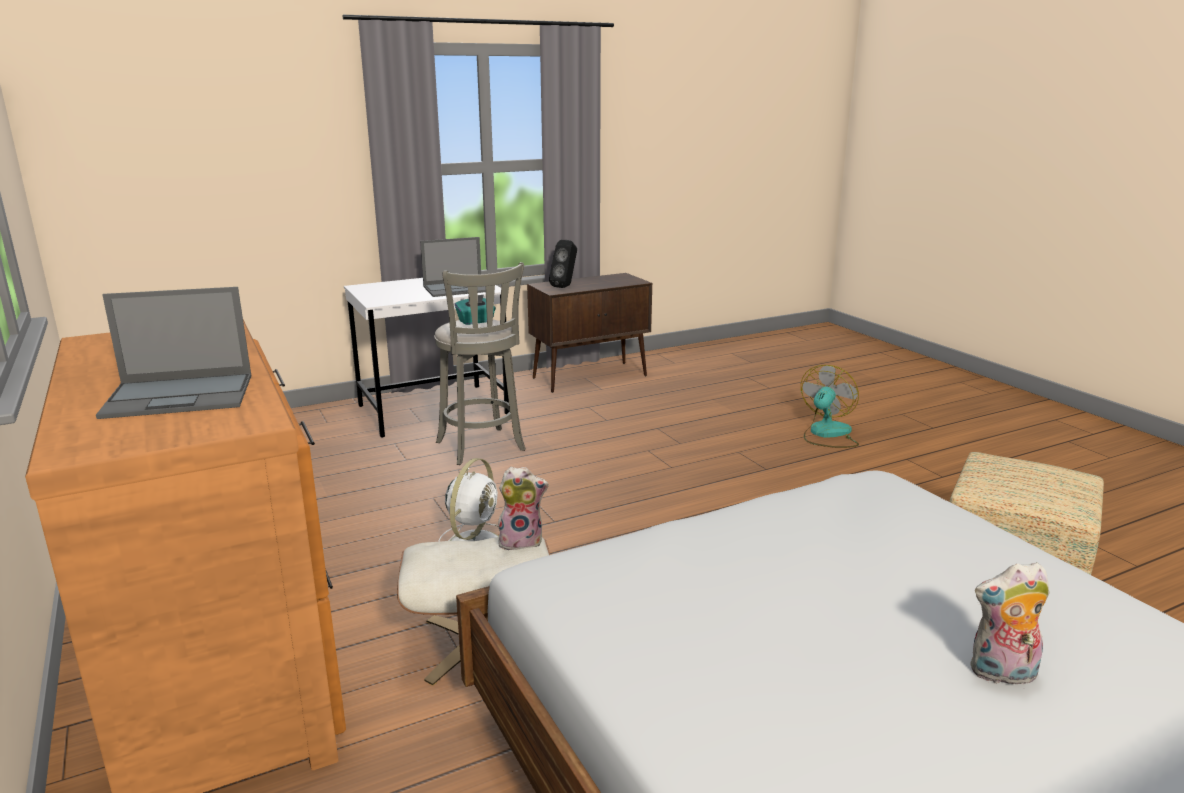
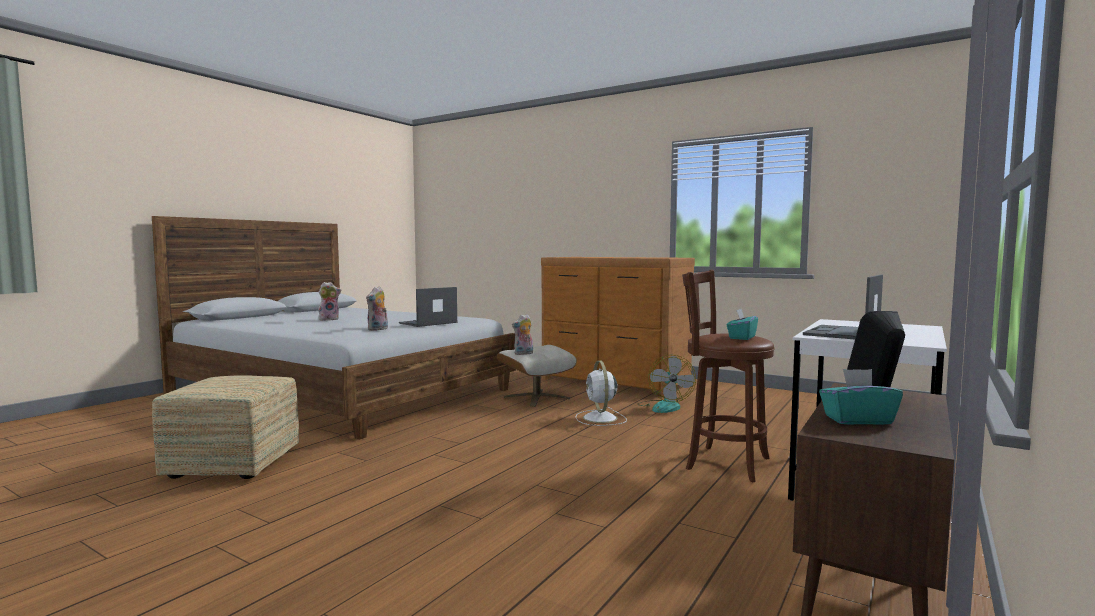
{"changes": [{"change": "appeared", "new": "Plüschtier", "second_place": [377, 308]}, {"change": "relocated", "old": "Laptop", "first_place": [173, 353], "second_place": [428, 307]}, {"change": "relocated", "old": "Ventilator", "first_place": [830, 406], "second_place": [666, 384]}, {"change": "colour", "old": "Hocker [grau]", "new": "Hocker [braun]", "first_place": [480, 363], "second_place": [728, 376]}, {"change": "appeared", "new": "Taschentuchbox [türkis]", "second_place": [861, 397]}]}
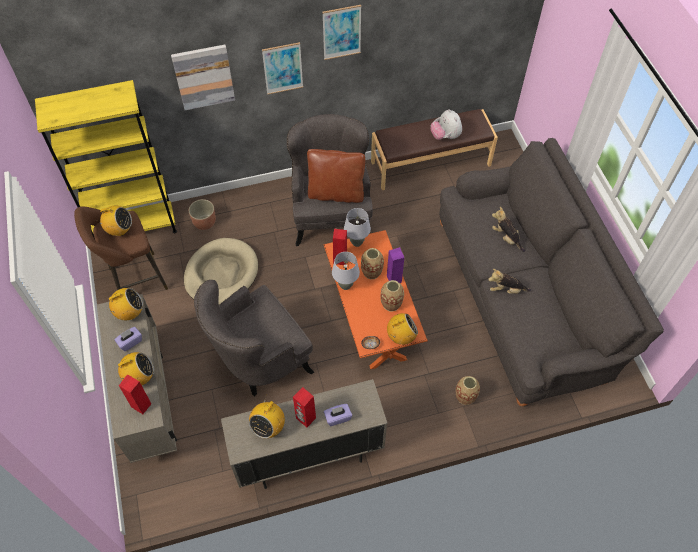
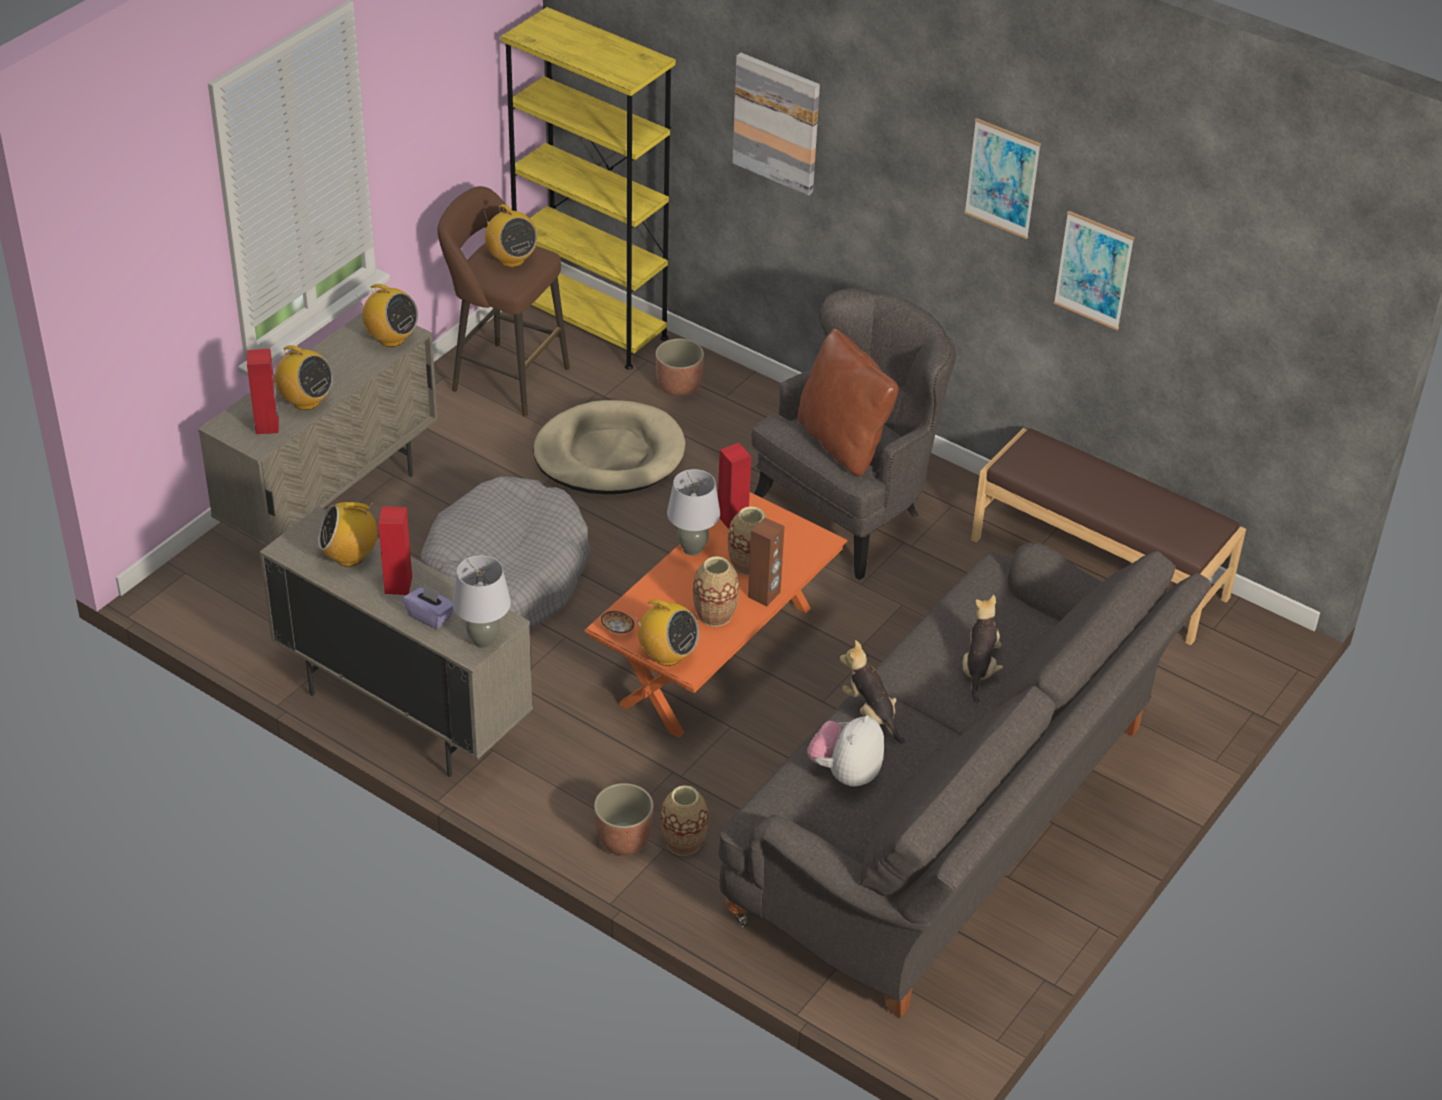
{"changes": [{"change": "exchanged", "old": "Sessel [grau]", "new": "Hundebett [grau]", "first_place": [254, 338], "second_place": [505, 552]}, {"change": "relocated", "old": "Tischlampe [grau]", "first_place": [357, 227], "second_place": [481, 601]}, {"change": "appeared", "new": "Pflanzkübel", "second_place": [623, 819]}, {"change": "colour", "old": "Lautsprecher [lila]", "new": "Lautsprecher [braun]", "first_place": [395, 265], "second_place": [766, 561]}, {"change": "relocated", "old": "Plüschtier", "first_place": [446, 124], "second_place": [845, 751]}, {"change": "relocated", "old": "Bild", "first_place": [282, 68], "second_place": [1094, 270]}, {"change": "missing", "old": "Taschentuchbox [lila]", "first_place": [128, 339]}]}
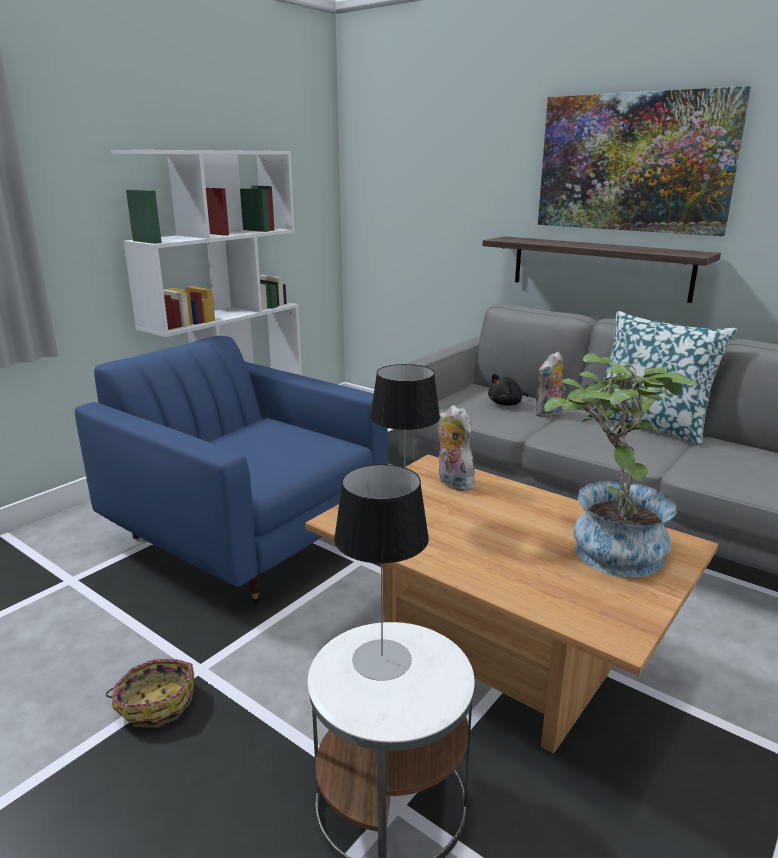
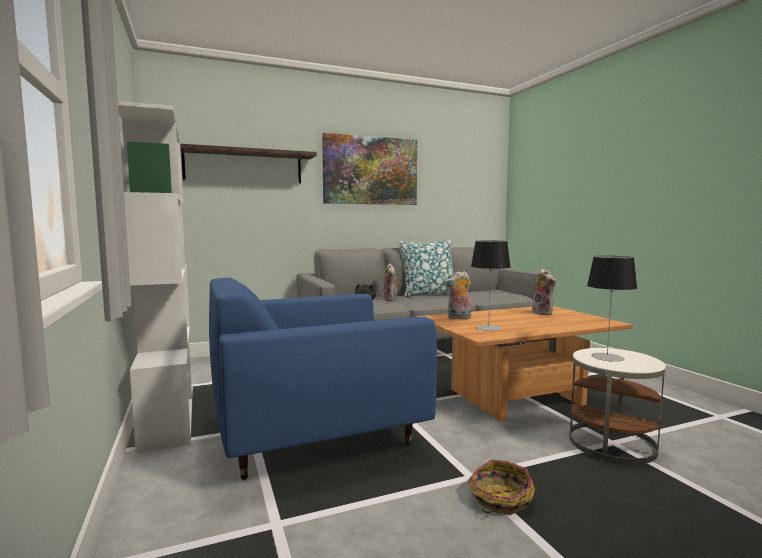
{"changes": [{"change": "relocated", "old": "Wandregal", "first_place": [601, 269], "second_place": [248, 163]}, {"change": "exchanged", "old": "Topfpflanze", "new": "Plüschtier", "first_place": [621, 465], "second_place": [544, 292]}]}
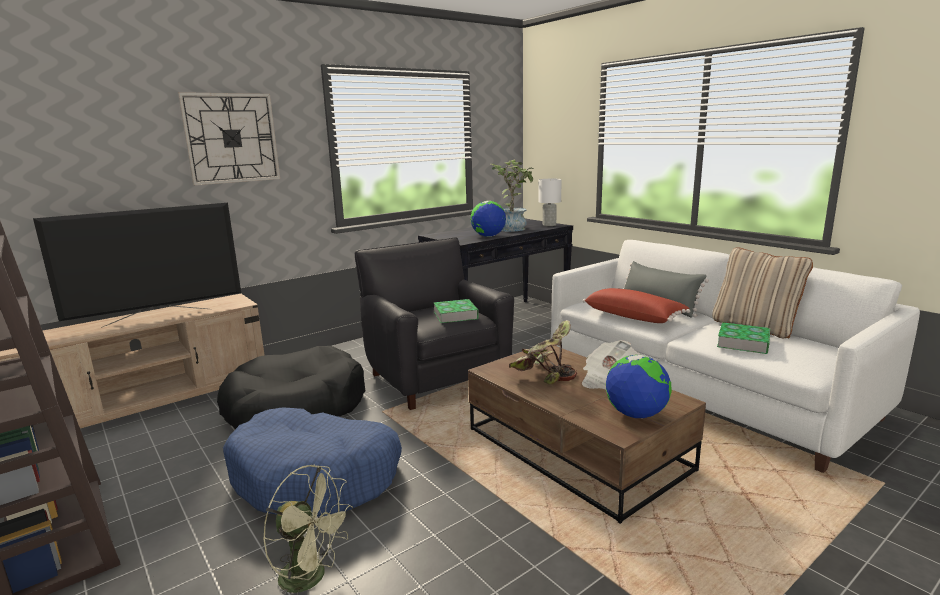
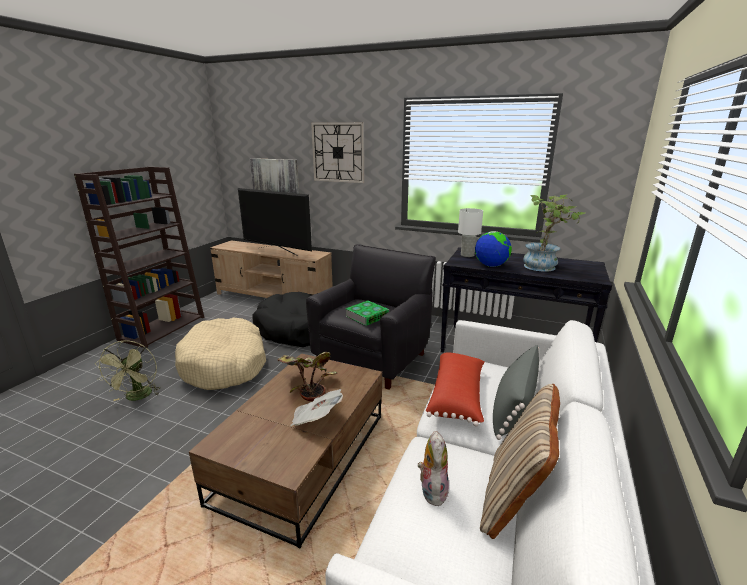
{"changes": [{"change": "colour", "old": "Hundebett [blau]", "new": "Hundebett [beige]", "first_place": [312, 461], "second_place": [220, 353]}, {"change": "appeared", "new": "Bild", "second_place": [274, 176]}, {"change": "exchanged", "old": "Buch", "new": "Plüschtier", "first_place": [743, 338], "second_place": [433, 468]}, {"change": "relocated", "old": "Tischlampe [weiß]", "first_place": [550, 202], "second_place": [470, 232]}, {"change": "missing", "old": "Globus", "first_place": [639, 386]}]}
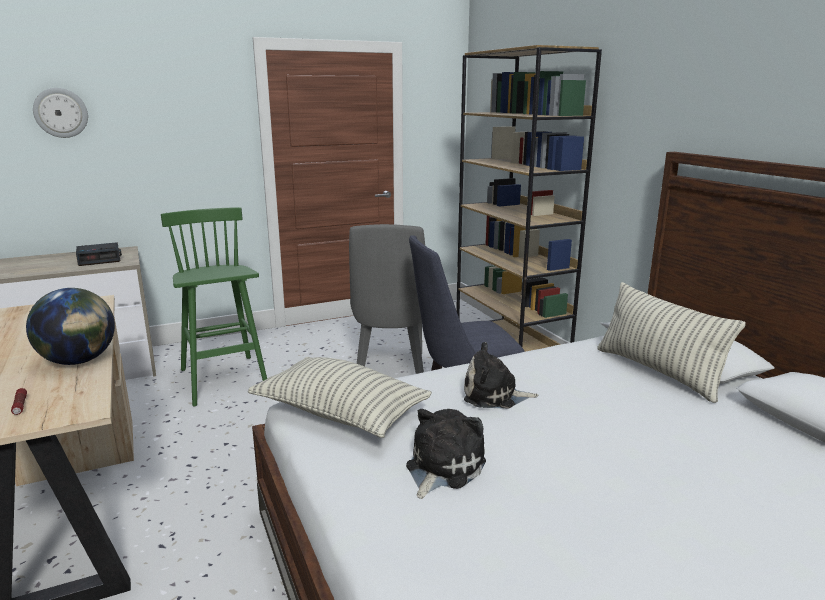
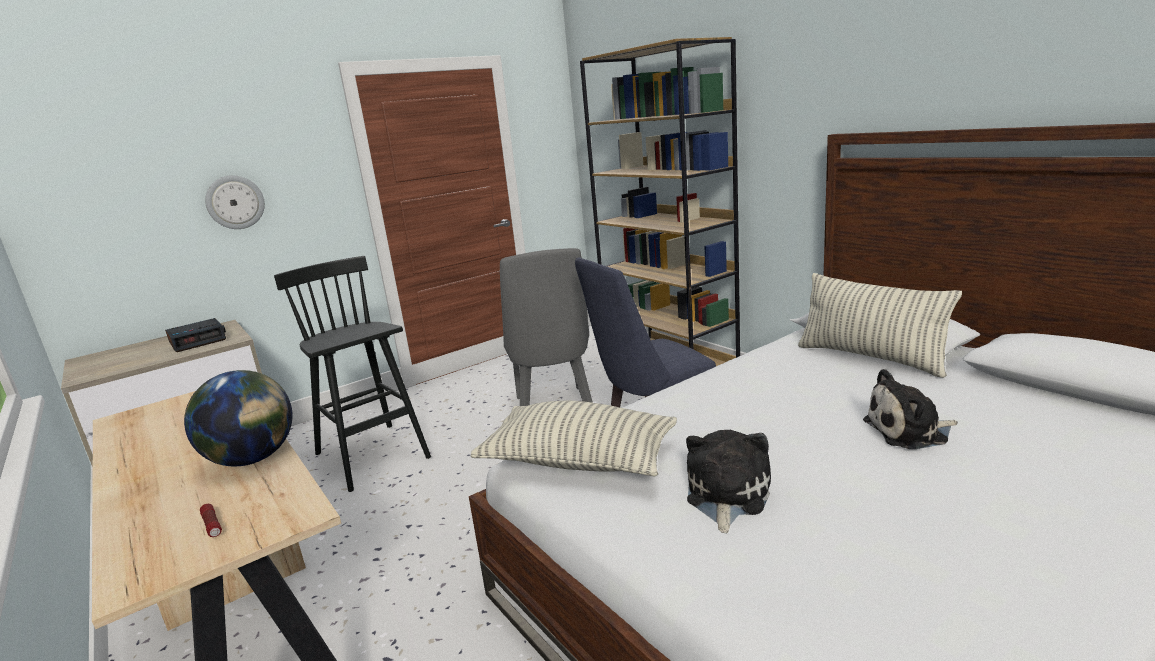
{"changes": [{"change": "relocated", "old": "Wanduhr", "first_place": [60, 113], "second_place": [235, 202]}, {"change": "colour", "old": "Hocker [grün]", "new": "Hocker [schwarz]", "first_place": [214, 306], "second_place": [352, 374]}, {"change": "relocated", "old": "Plüschtier", "first_place": [501, 375], "second_place": [910, 409]}]}
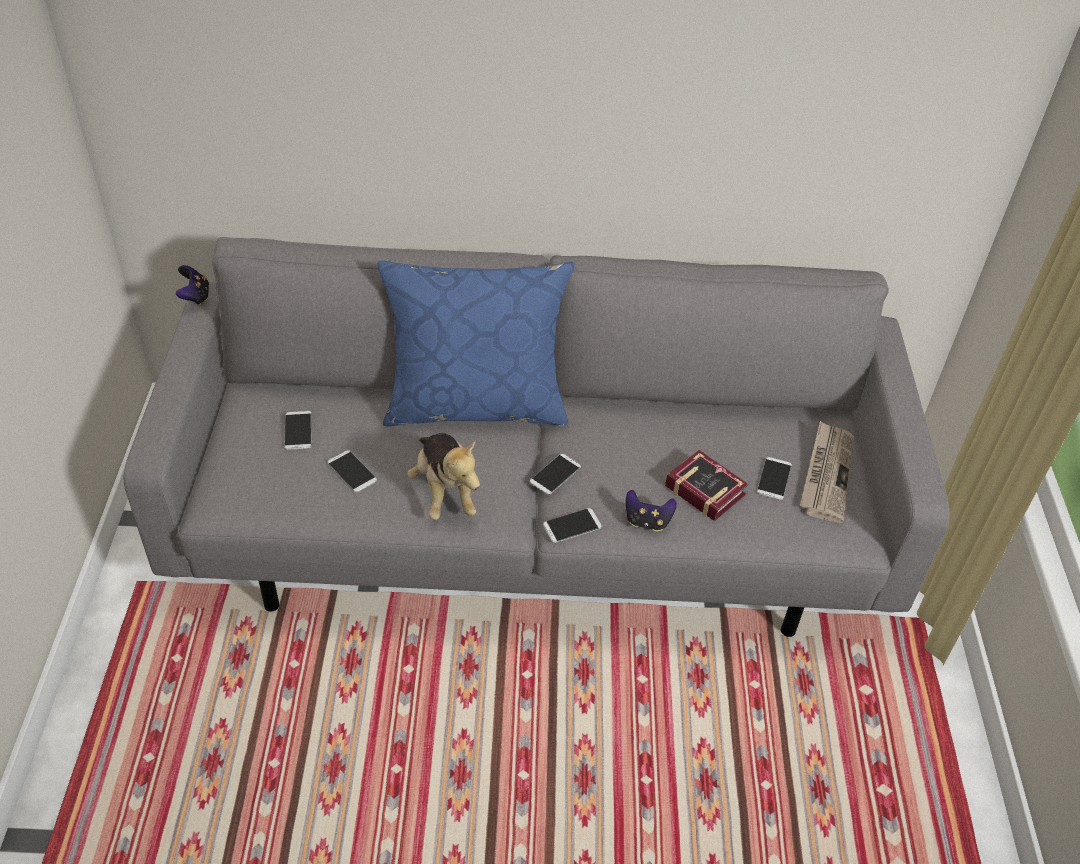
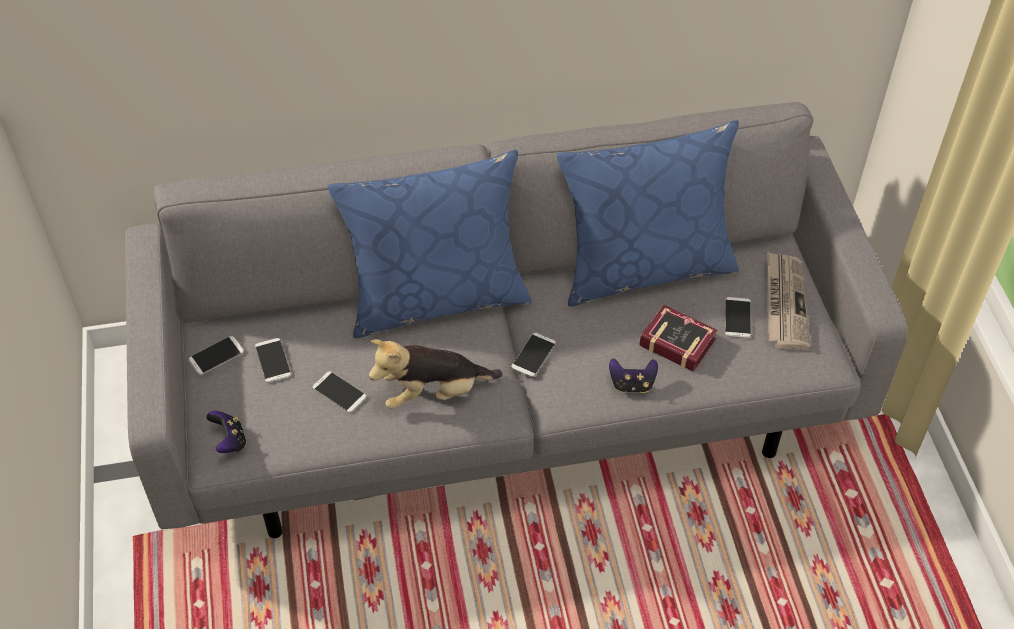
{"changes": [{"change": "relocated", "old": "Handy", "first_place": [572, 525], "second_place": [216, 355]}, {"change": "relocated", "old": "Gamepad", "first_place": [192, 285], "second_place": [226, 432]}, {"change": "spun", "old": "Plüschtier", "first_place": [443, 476], "second_place": [435, 374], "degrees": 105}, {"change": "appeared", "new": "Kissen [blau]", "second_place": [648, 213]}]}
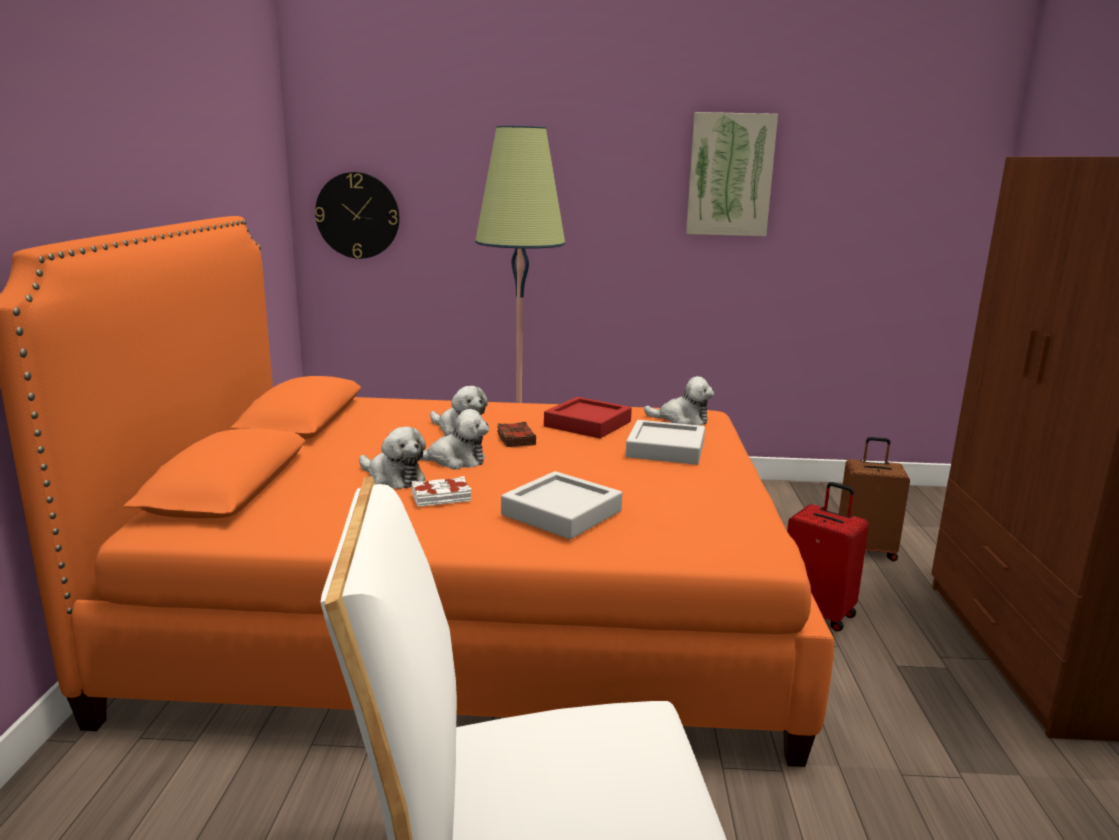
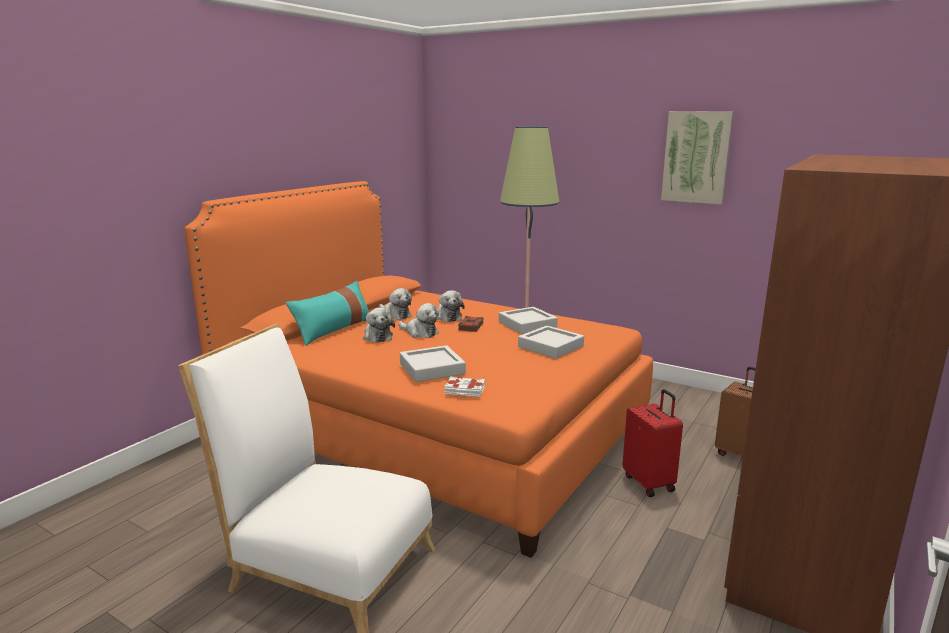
{"changes": [{"change": "appeared", "new": "Kissen [türkis]", "second_place": [327, 313]}, {"change": "relocated", "old": "Plüschtier", "first_place": [679, 400], "second_place": [395, 304]}, {"change": "relocated", "old": "Buch [weiß]", "first_place": [441, 491], "second_place": [464, 386]}, {"change": "colour", "old": "Tablett [rot]", "new": "Tablett [grau]", "first_place": [588, 417], "second_place": [528, 320]}, {"change": "missing", "old": "Wanduhr", "first_place": [357, 215]}]}
